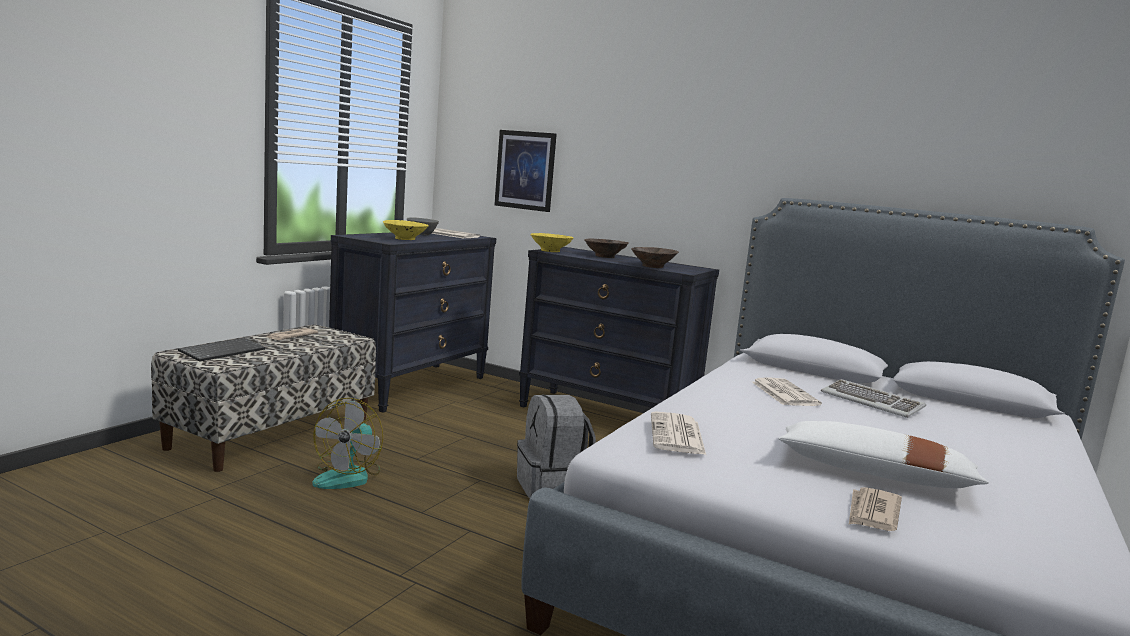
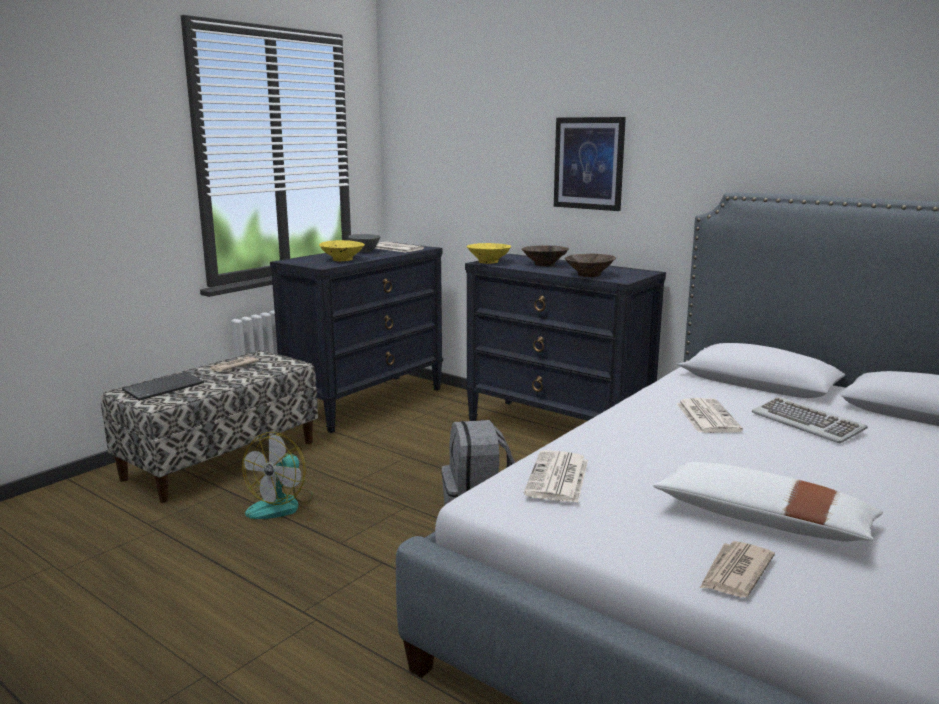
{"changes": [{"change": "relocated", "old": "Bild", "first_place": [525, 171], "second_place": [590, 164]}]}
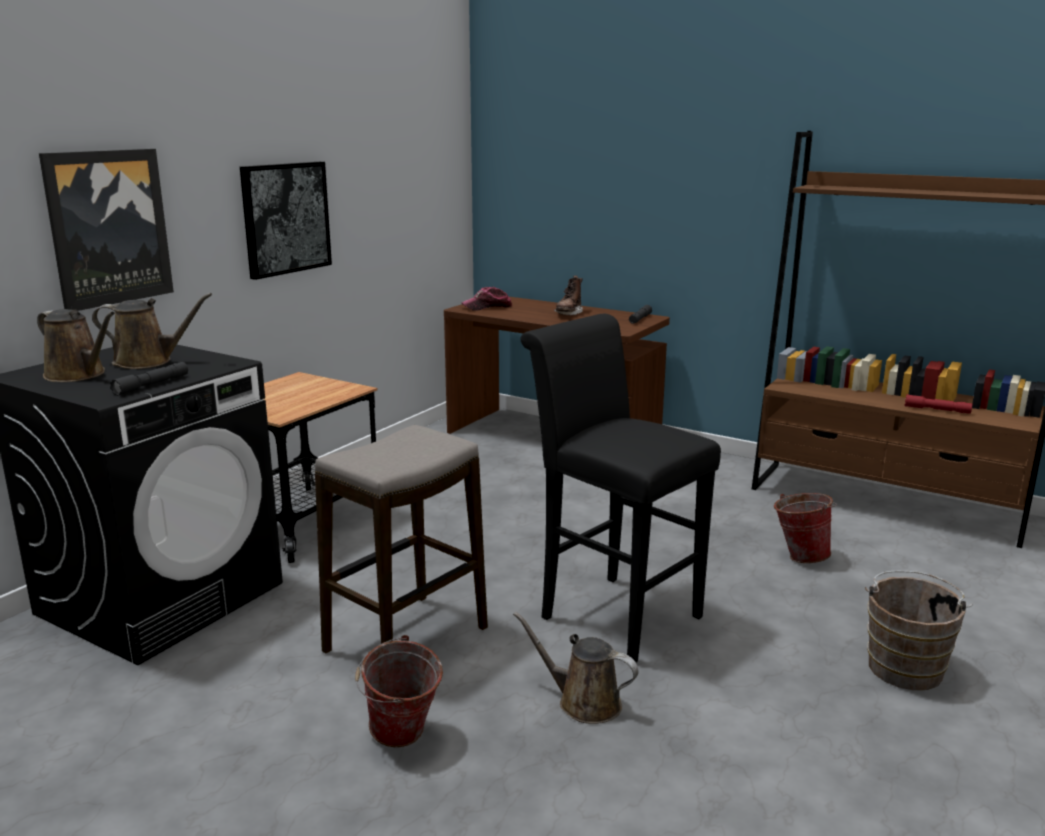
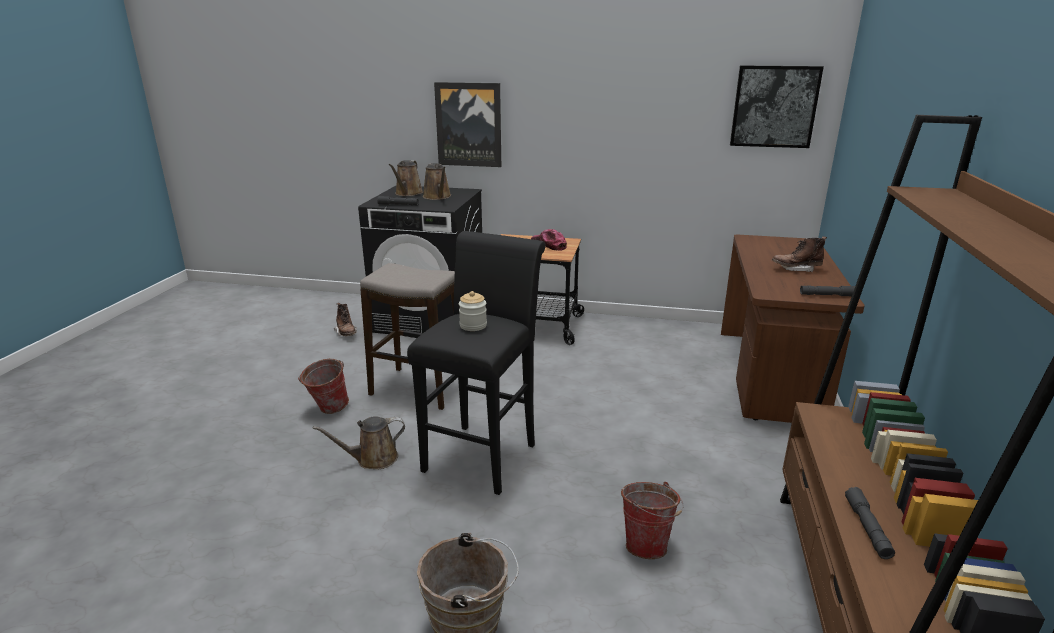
{"changes": [{"change": "spun", "old": "Gießkanne [braun]", "first_place": [576, 667], "second_place": [359, 442], "degrees": -120}, {"change": "appeared", "new": "Stiefel [braun]", "second_place": [345, 320]}, {"change": "appeared", "new": "Vorratsglas", "second_place": [473, 311]}, {"change": "relocated", "old": "Kappe", "first_place": [487, 299], "second_place": [549, 240]}, {"change": "relocated", "old": "Bild", "first_place": [286, 221], "second_place": [777, 106]}, {"change": "colour", "old": "Taschenlampe [rot]", "new": "Taschenlampe [grau]", "first_place": [938, 404], "second_place": [870, 523]}]}
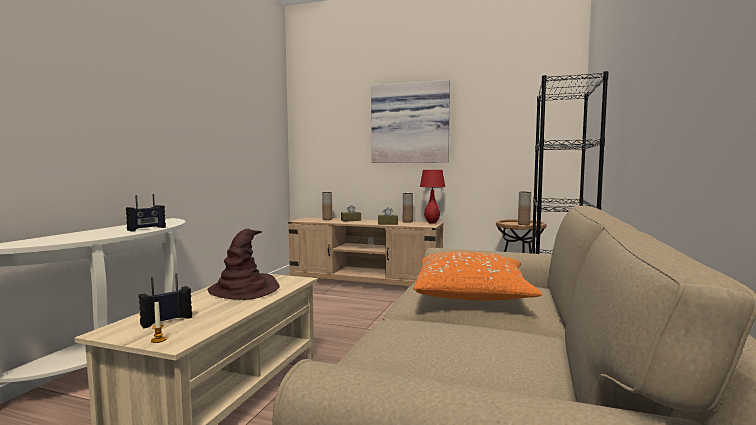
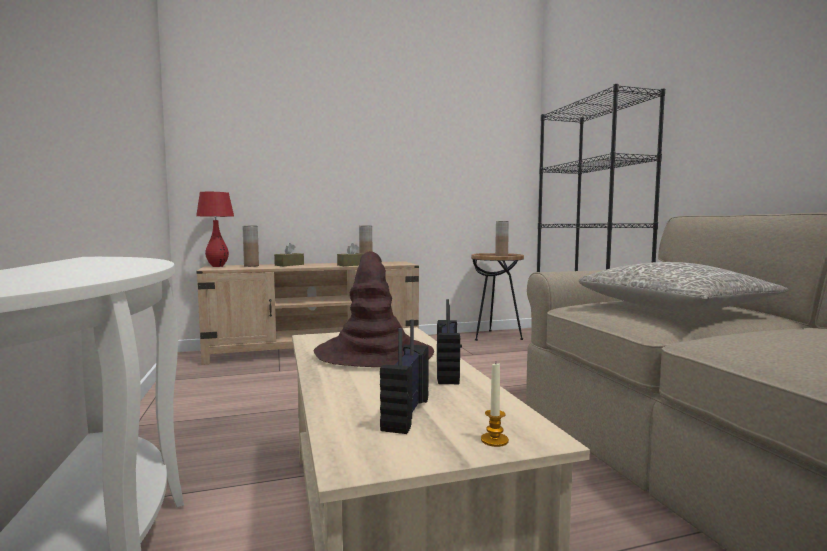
{"changes": [{"change": "relocated", "old": "Tischlampe [rot]", "first_place": [432, 197], "second_place": [215, 229]}, {"change": "relocated", "old": "Radio", "first_place": [146, 212], "second_place": [449, 341]}, {"change": "colour", "old": "Kissen [orange]", "new": "Kissen [grau]", "first_place": [477, 276], "second_place": [684, 286]}, {"change": "missing", "old": "Bild", "first_place": [410, 121]}]}
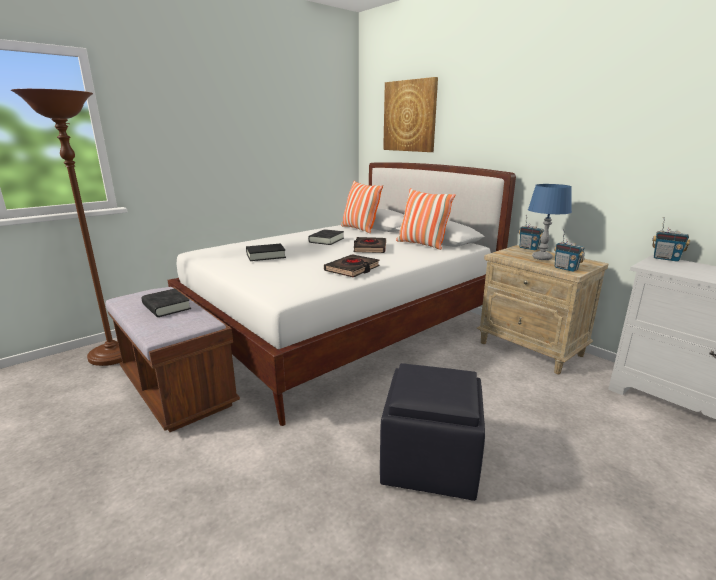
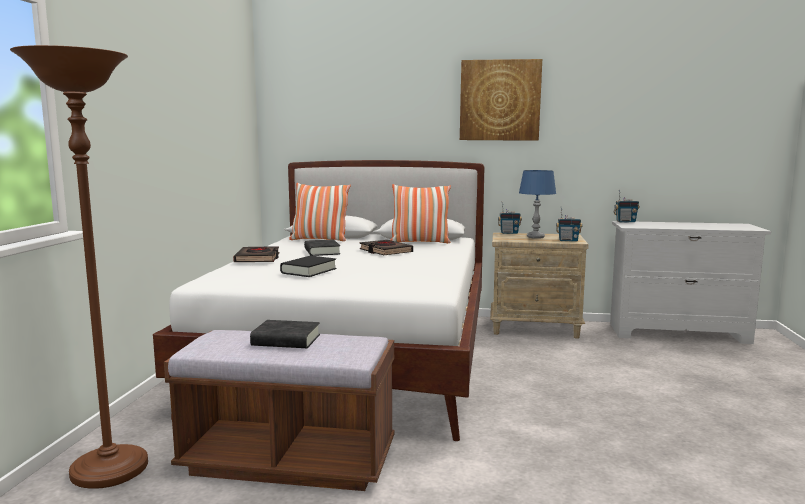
{"changes": [{"change": "relocated", "old": "Buch [schwarz]", "first_place": [352, 265], "second_place": [256, 254]}, {"change": "relocated", "old": "Bild", "first_place": [410, 114], "second_place": [501, 100]}, {"change": "missing", "old": "Polsterhocker [schwarz]", "first_place": [432, 432]}]}
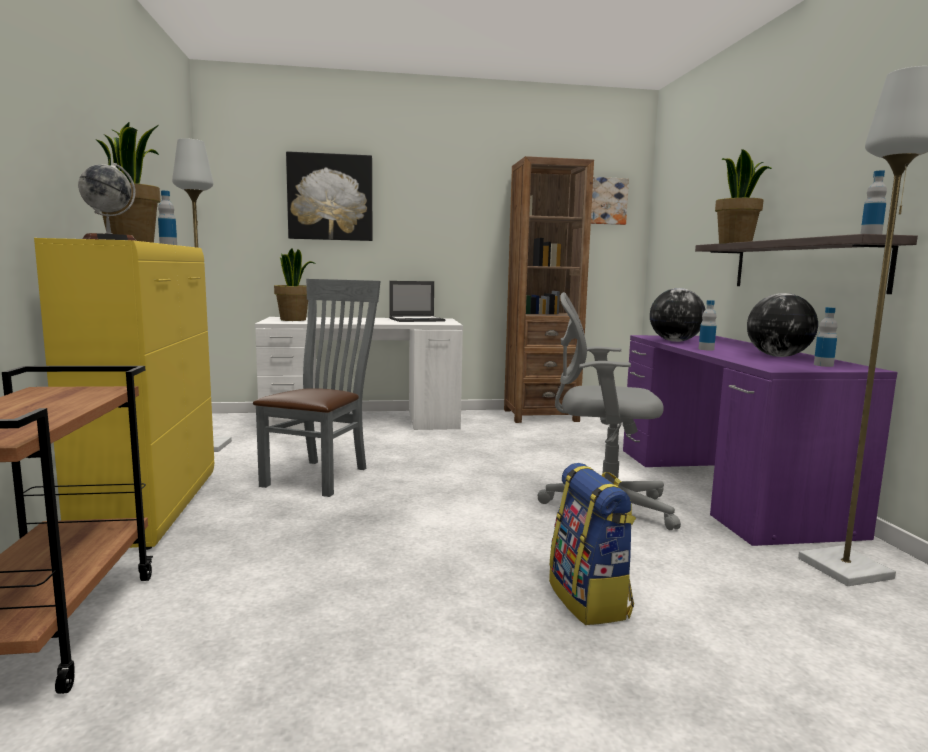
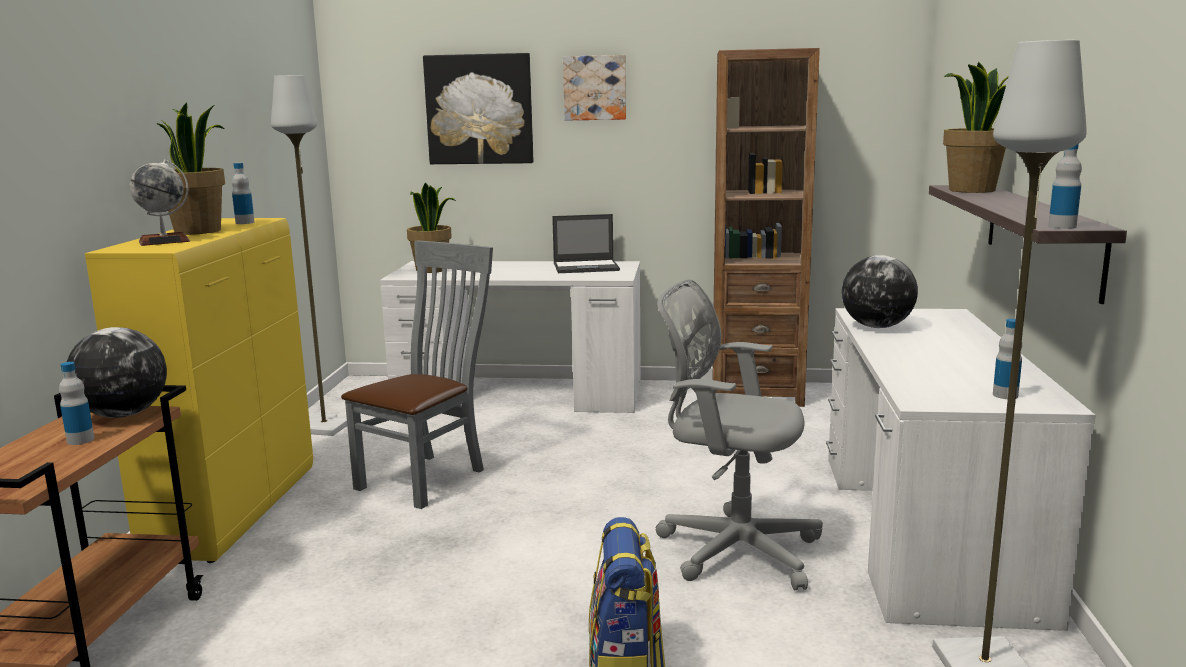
{"changes": [{"change": "relocated", "old": "Flasche", "first_place": [708, 325], "second_place": [76, 403]}, {"change": "relocated", "old": "Globus", "first_place": [782, 325], "second_place": [117, 372]}, {"change": "relocated", "old": "Bild", "first_place": [610, 201], "second_place": [594, 87]}, {"change": "colour", "old": "Schreibtisch [lila]", "new": "Schreibtisch [weiß]", "first_place": [760, 440], "second_place": [960, 469]}]}
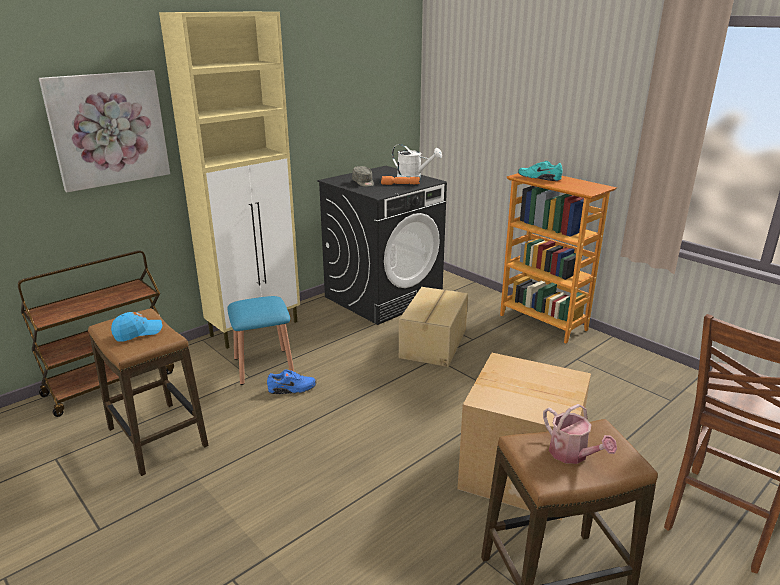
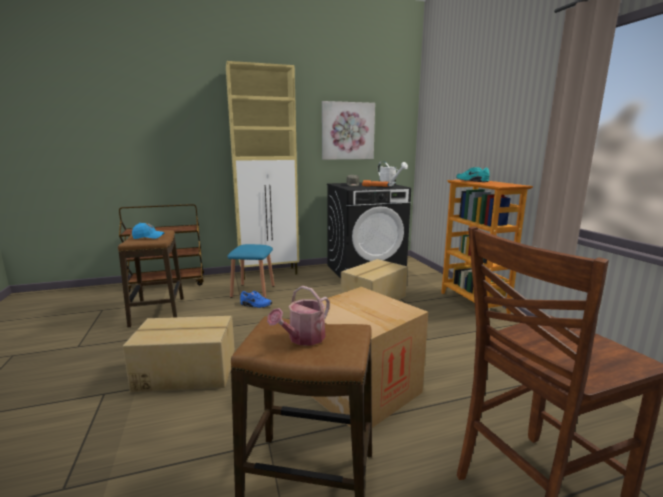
{"changes": [{"change": "appeared", "new": "Karton", "second_place": [179, 354]}, {"change": "spun", "old": "Gießkanne", "first_place": [580, 434], "second_place": [298, 315], "degrees": 45}, {"change": "relocated", "old": "Bild", "first_place": [104, 131], "second_place": [348, 130]}]}
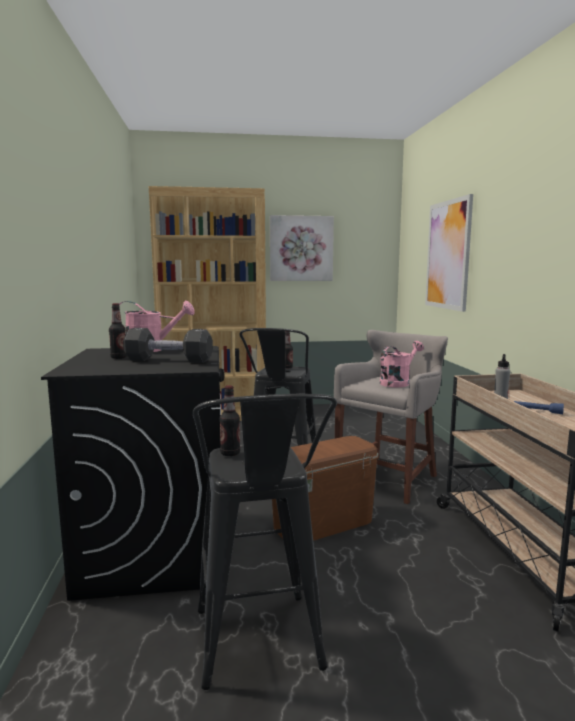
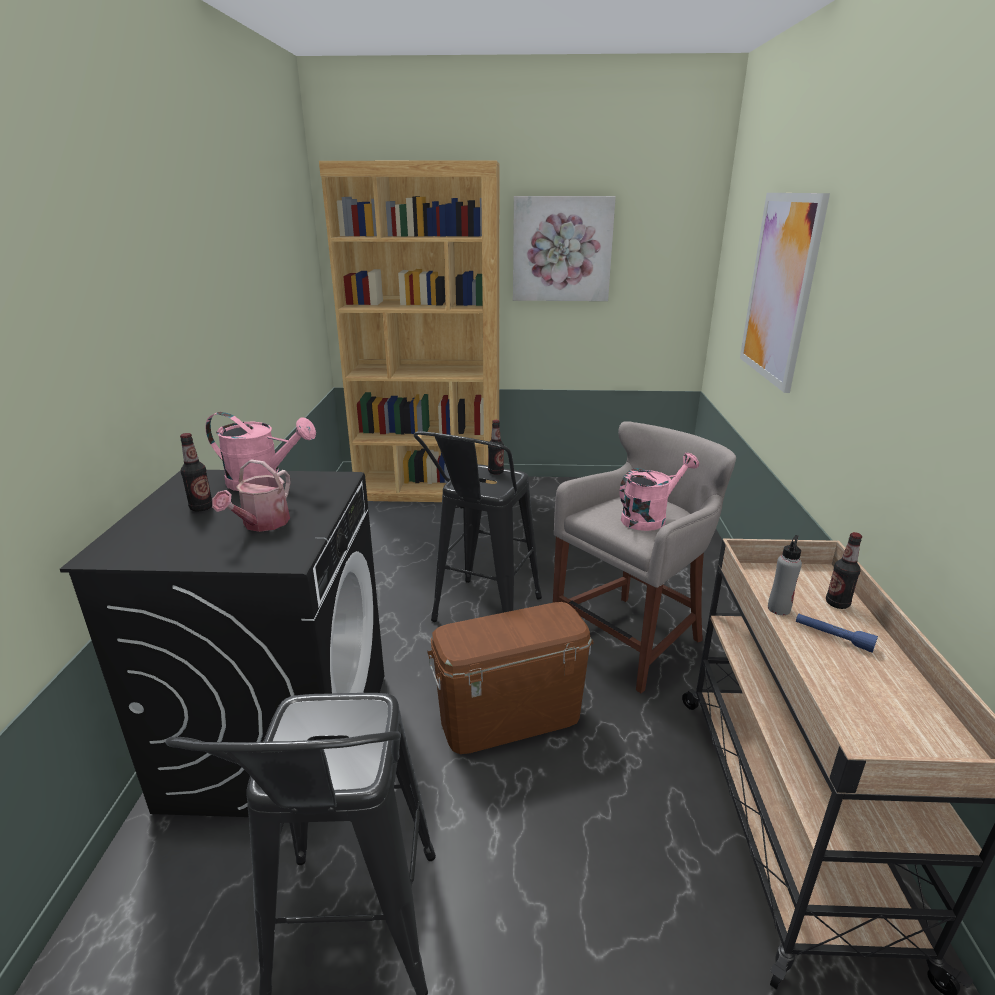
{"changes": [{"change": "exchanged", "old": "Hantel [schwarz]", "new": "Gießkanne", "first_place": [168, 345], "second_place": [251, 495]}, {"change": "relocated", "old": "Flasche", "first_place": [229, 420], "second_place": [844, 570]}]}
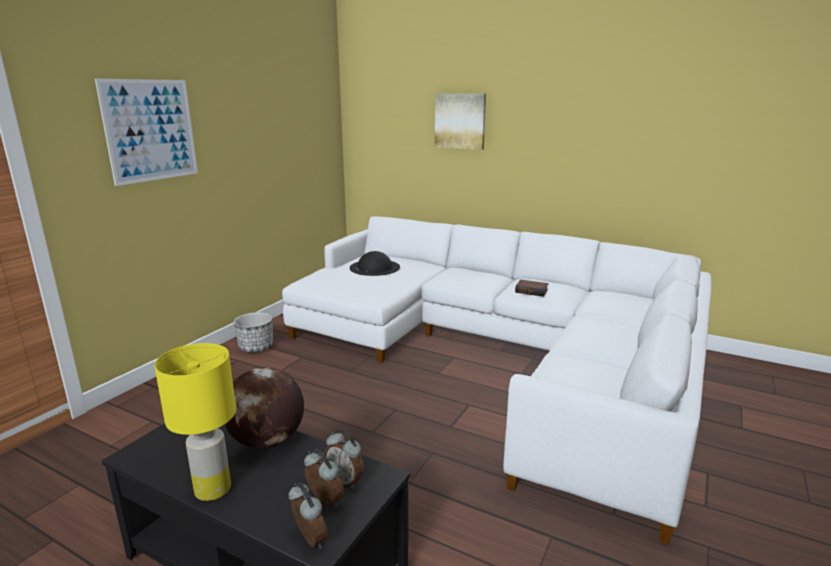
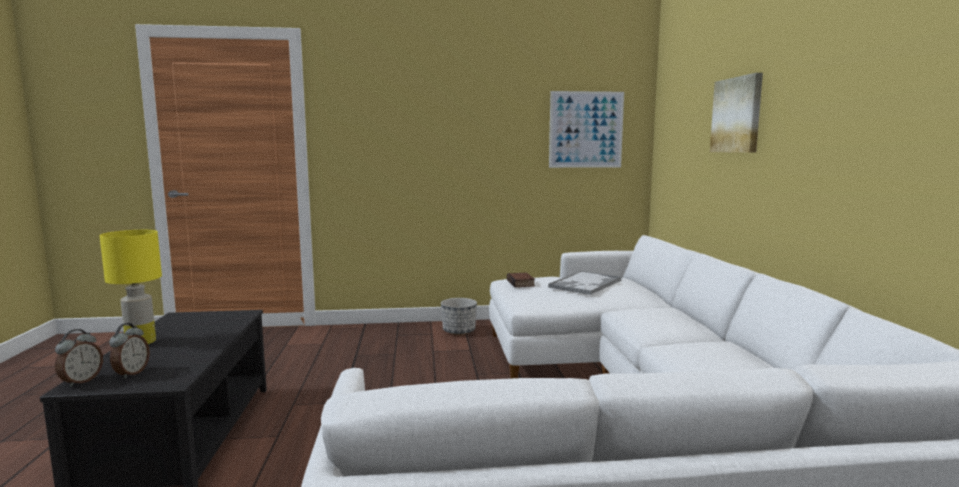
{"changes": [{"change": "relocated", "old": "Buch", "first_place": [532, 288], "second_place": [521, 280]}, {"change": "exchanged", "old": "Hut [schwarz]", "new": "Tablett", "first_place": [375, 263], "second_place": [585, 283]}, {"change": "relocated", "old": "Bild", "first_place": [146, 132], "second_place": [586, 129]}, {"change": "missing", "old": "Globus", "first_place": [264, 408]}, {"change": "missing", "old": "Wecker", "first_place": [344, 459]}]}
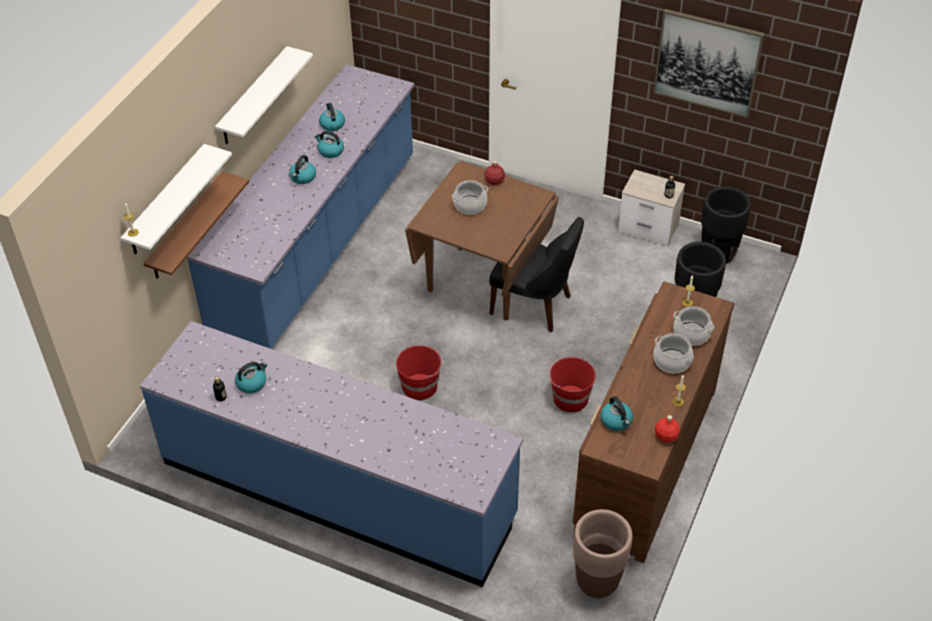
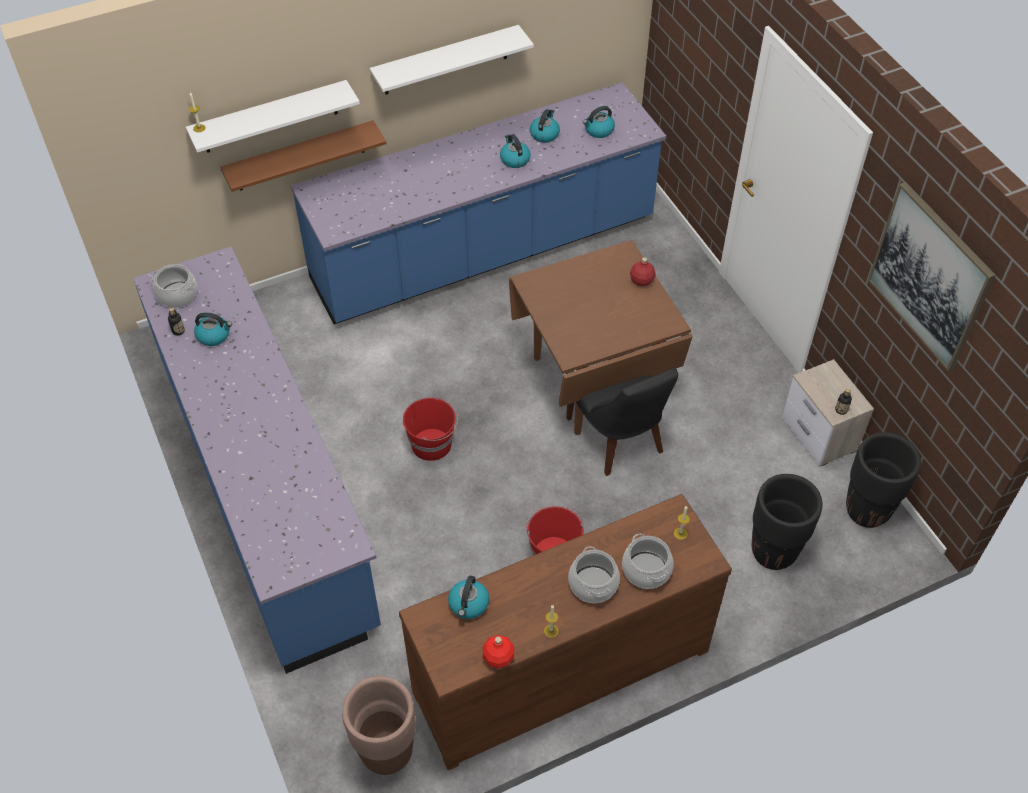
{"changes": [{"change": "relocated", "old": "Kochtopf", "first_place": [470, 197], "second_place": [174, 286]}, {"change": "relocated", "old": "Wasserkessel", "first_place": [302, 169], "second_place": [599, 122]}]}
